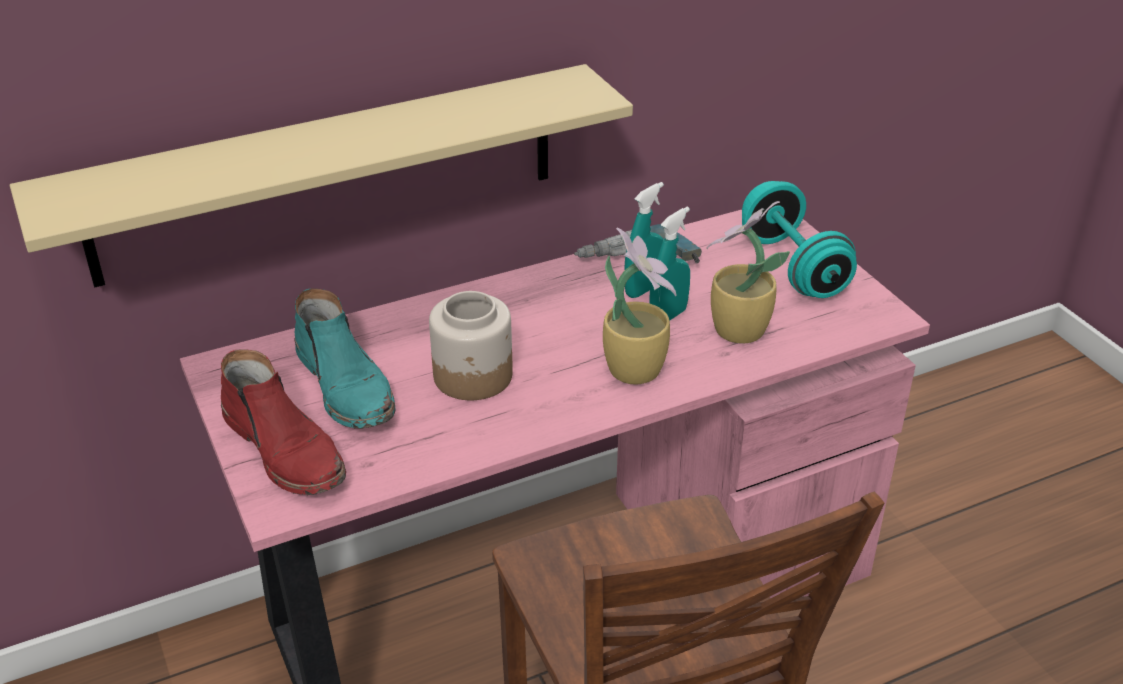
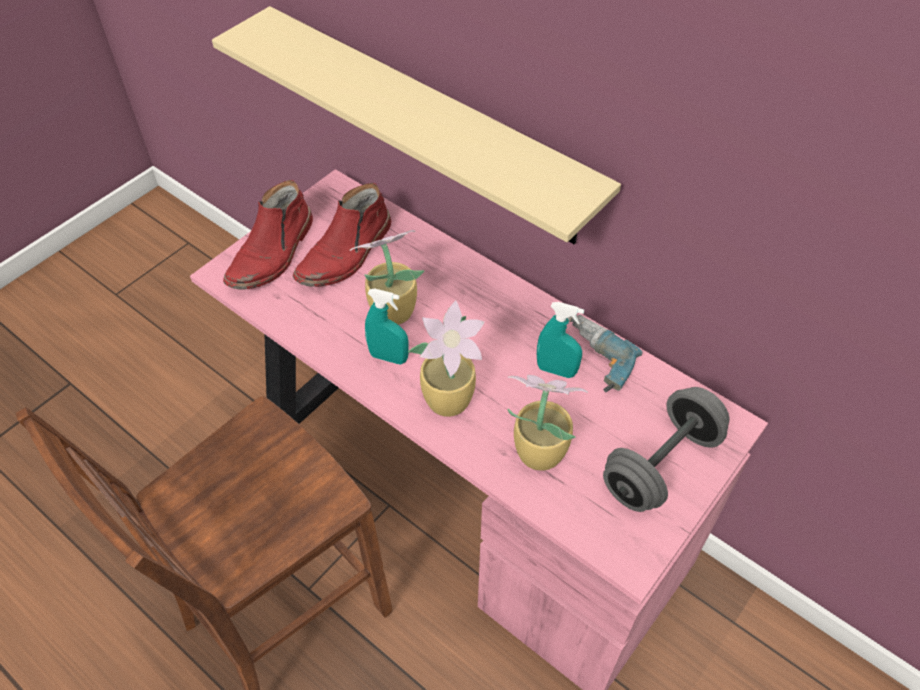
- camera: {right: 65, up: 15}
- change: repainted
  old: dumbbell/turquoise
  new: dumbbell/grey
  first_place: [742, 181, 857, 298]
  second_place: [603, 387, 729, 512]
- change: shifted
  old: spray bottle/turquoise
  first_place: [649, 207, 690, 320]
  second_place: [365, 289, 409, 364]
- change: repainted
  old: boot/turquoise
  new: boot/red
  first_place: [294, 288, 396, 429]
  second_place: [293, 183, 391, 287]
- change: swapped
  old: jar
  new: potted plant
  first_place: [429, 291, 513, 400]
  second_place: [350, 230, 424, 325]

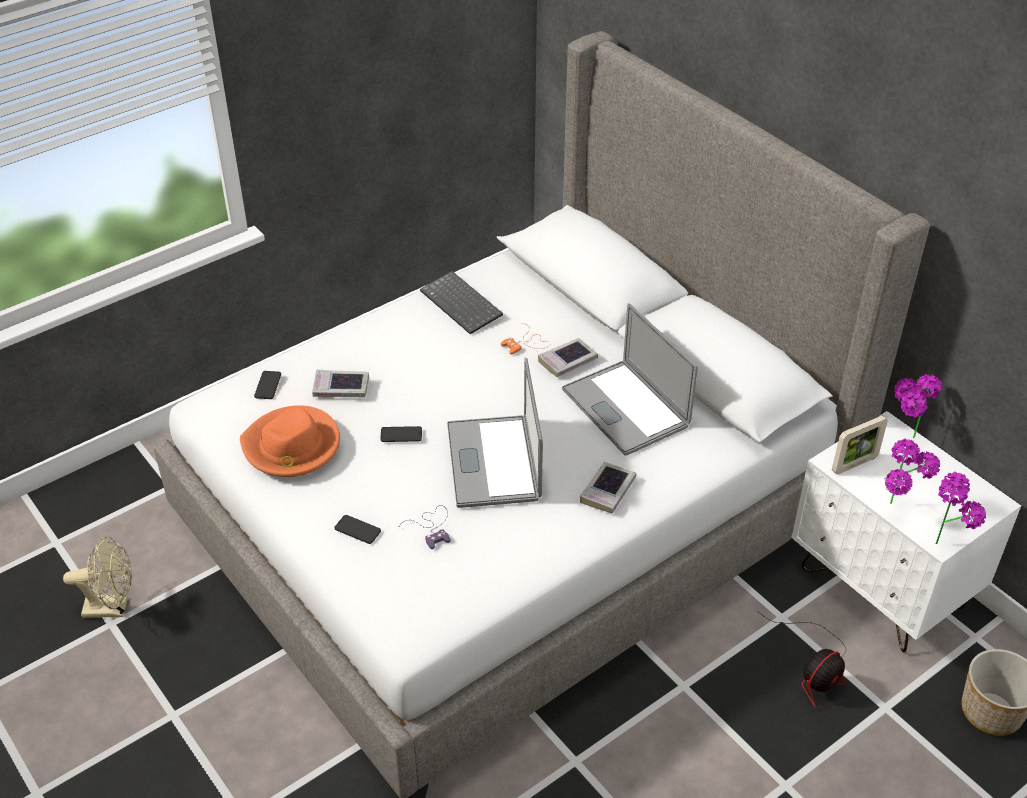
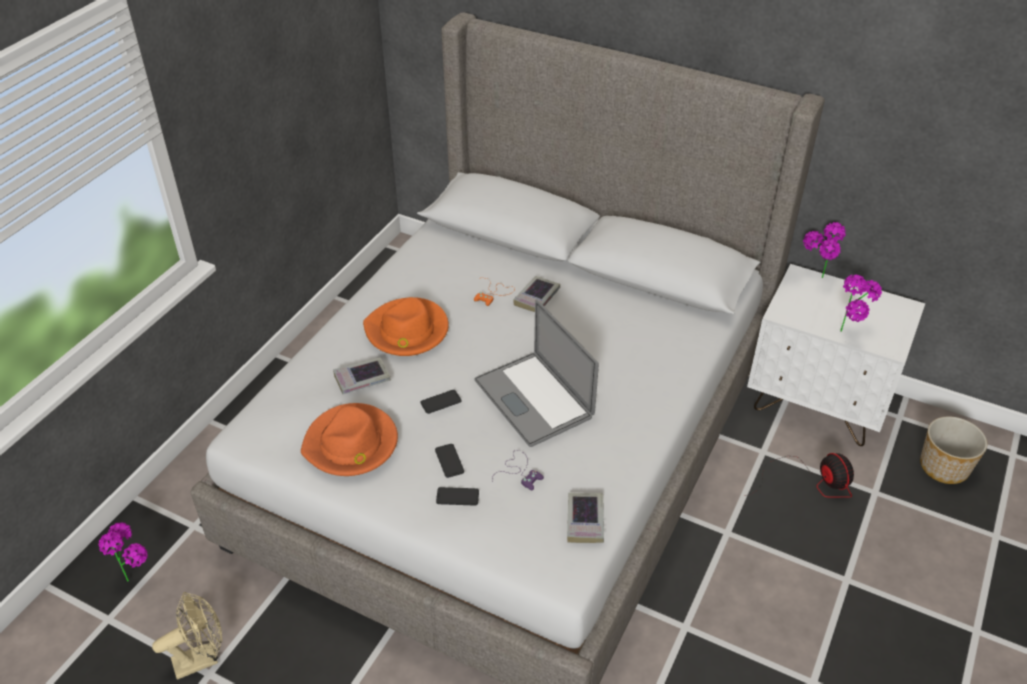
- camera: {right: -25, up: 0}
- change: gone
  old: keyboard
  first_place: [420, 271, 503, 334]
- change: gone
  old: laptop
  first_place: [562, 303, 698, 456]
- change: shifted
  old: phone
  first_place: [254, 371, 281, 399]
  second_place: [435, 444, 464, 478]
- change: gone
  old: picture frame
  first_place: [832, 416, 888, 475]
- change: shifted
  old: book
  first_place: [580, 462, 636, 513]
  second_place: [567, 493, 604, 543]
- change: shifted
  old: potted plant
  first_place: [936, 472, 986, 544]
  second_place: [98, 522, 148, 582]
- change: rotated
  old: fan
  first_place: [759, 612, 846, 709]
  second_place: [745, 453, 854, 497]
  degrees: -45
- change: new
  new: hat/orange
  second_place: [363, 297, 449, 356]

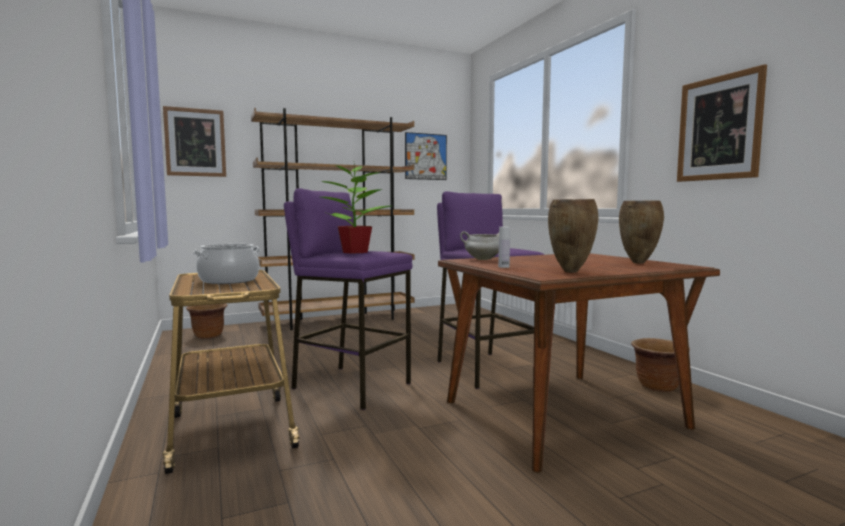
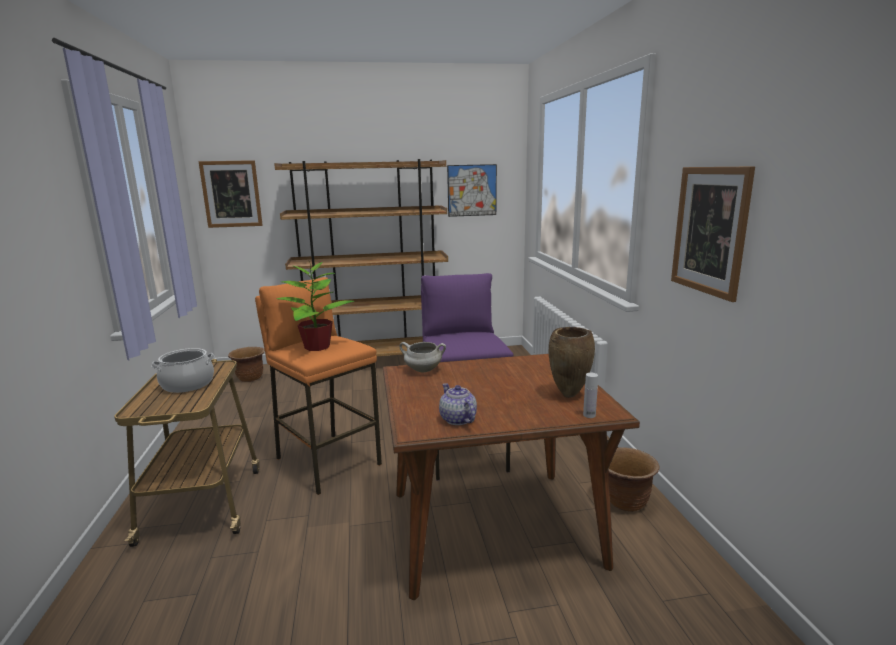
- camera: {right: 15, up: 10}
- change: repainted
  old: stool/purple
  new: stool/orange
  first_place: [284, 188, 413, 410]
  second_place: [255, 277, 382, 495]
- change: swapped
  old: vase/brown
  new: teapot
  first_place: [548, 199, 599, 273]
  second_place: [439, 383, 477, 425]
- change: shifted
  old: bottle/white
  first_place: [498, 227, 510, 268]
  second_place: [583, 373, 598, 418]

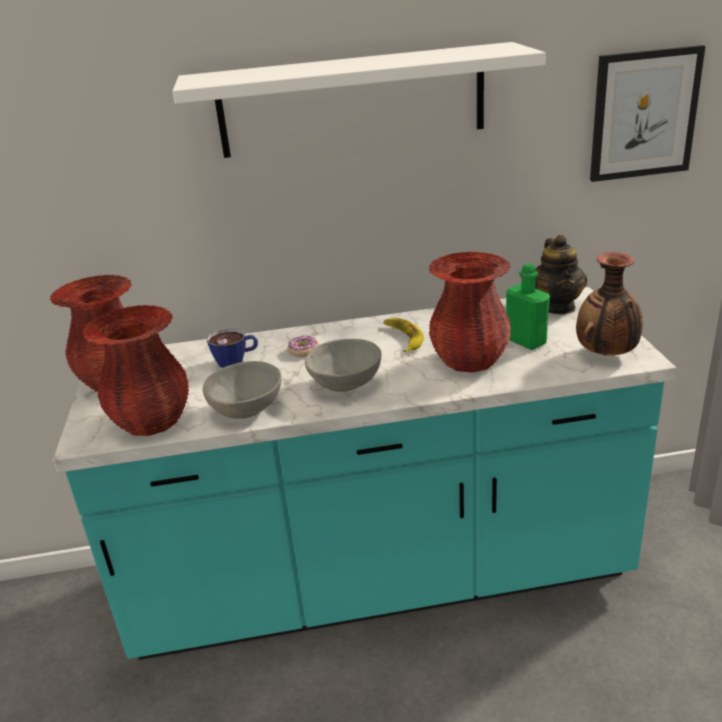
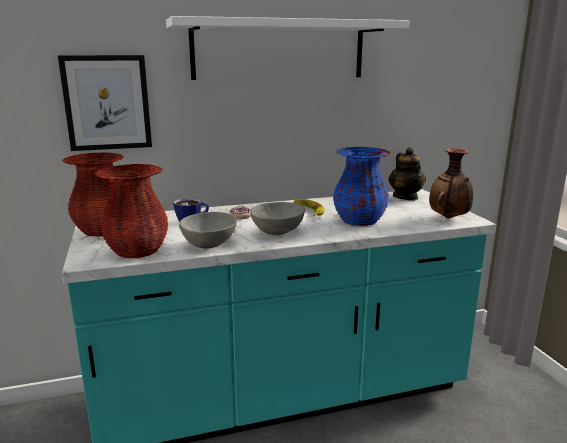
- camera: {right: -10, up: -10}
- change: shifted
  old: picture
  first_place: [590, 45, 705, 182]
  second_place: [58, 55, 152, 151]
- change: repainted
  old: vase/red
  new: vase/blue
  first_place: [429, 252, 511, 373]
  second_place: [333, 147, 391, 226]
- change: gone
  old: bottle/green
  first_place: [506, 263, 550, 350]

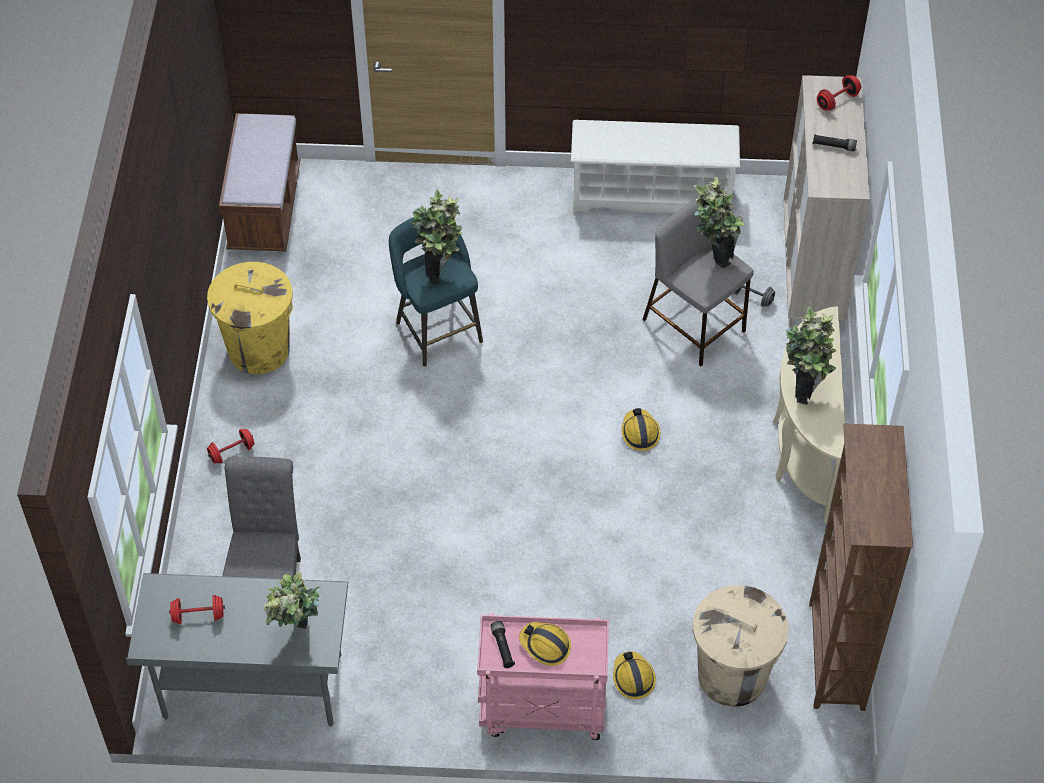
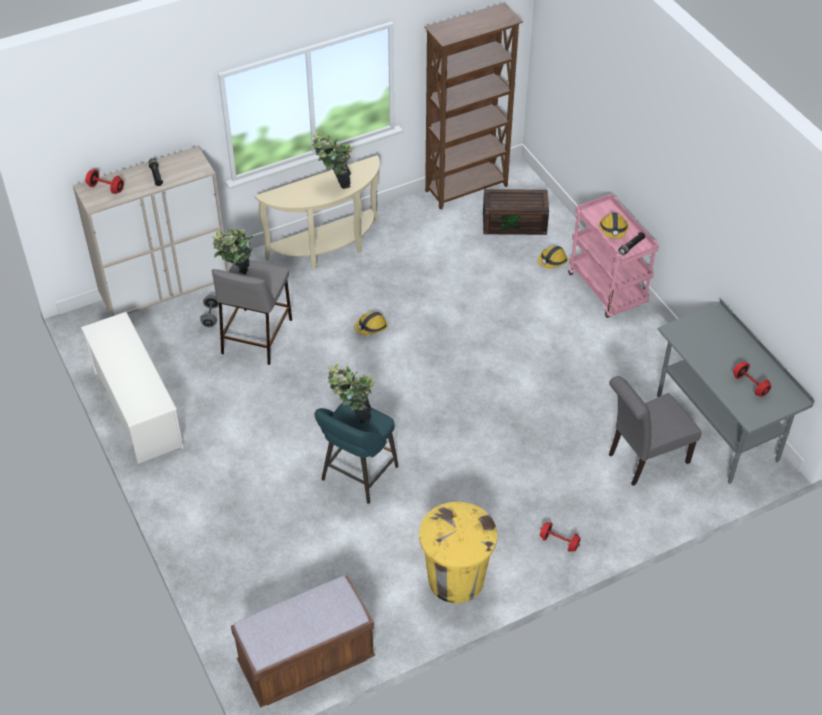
- camera: {right: -120, up: -5}
- change: gone
  old: potted plant
  first_place: [264, 572, 319, 629]
- change: swapped
  old: trash can/beige
  new: storage box/brown
  first_place: [693, 585, 789, 707]
  second_place: [483, 189, 549, 235]

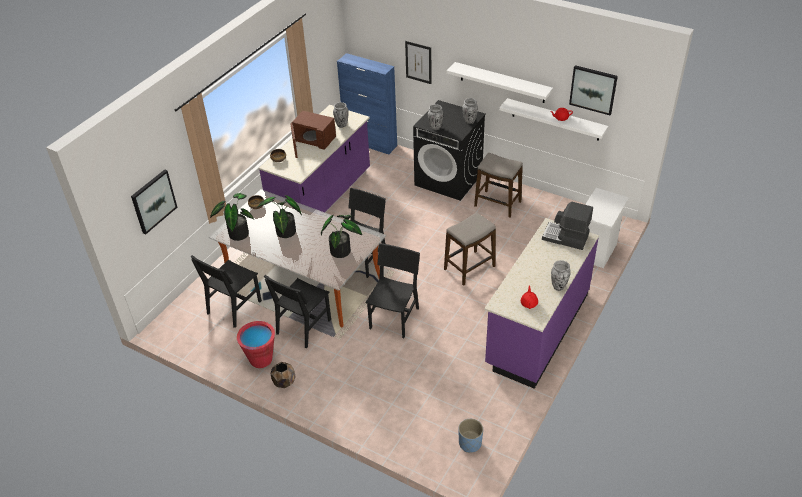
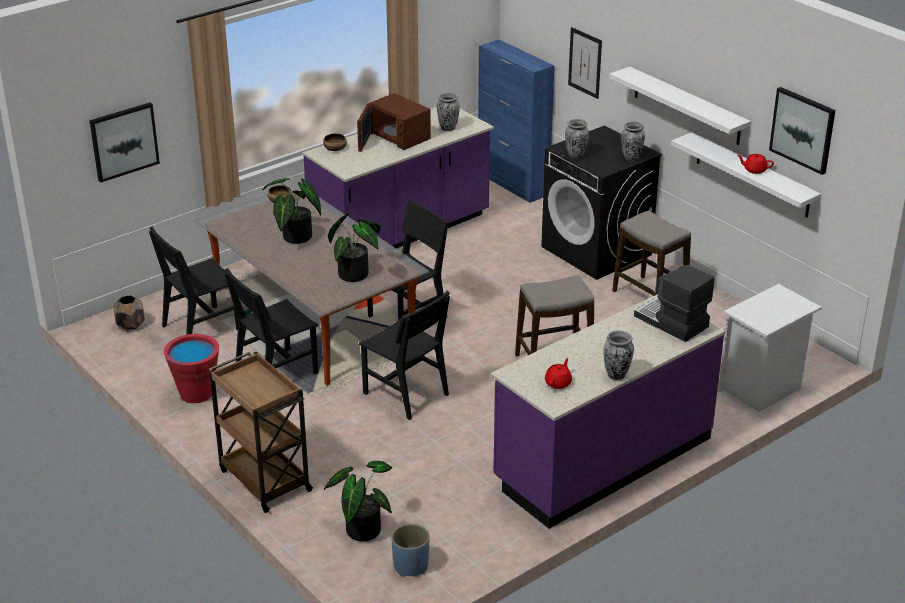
- camera: {right: 20, up: -10}
- change: shifted
  old: potted plant
  first_place: [210, 193, 254, 241]
  second_place: [324, 461, 392, 541]
- change: rotated
  old: chair/black
  first_place: [366, 243, 420, 338]
  second_place: [359, 291, 450, 420]
  degrees: 90
- change: shifted
  old: planter/brown
  first_place: [270, 362, 296, 388]
  second_place: [113, 295, 145, 330]
- change: new
  new: cart/brown
  second_place: [209, 352, 313, 513]

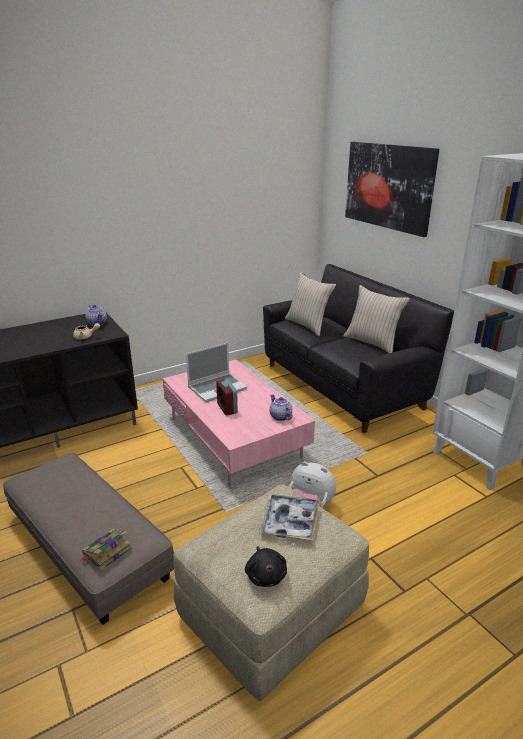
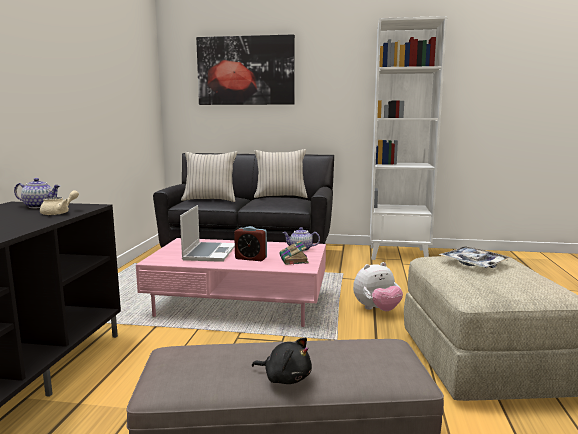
- camera: {right: -50, up: -15}
- change: shifted
  old: book
  first_place: [79, 529, 132, 571]
  second_place: [279, 240, 309, 265]
- change: shifted
  old: plush toy/black
  first_place: [245, 546, 287, 587]
  second_place: [252, 338, 312, 384]

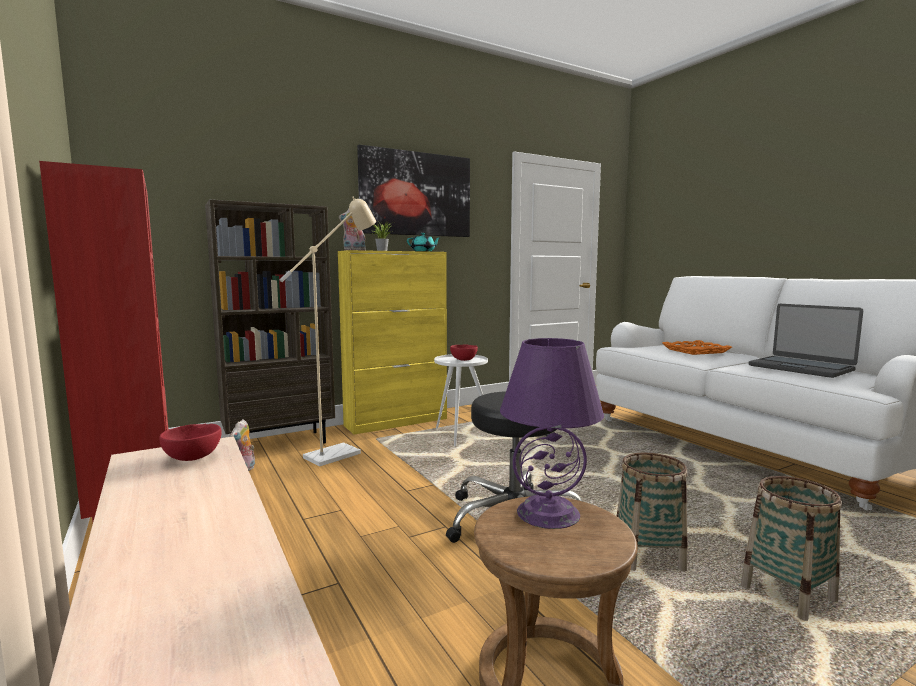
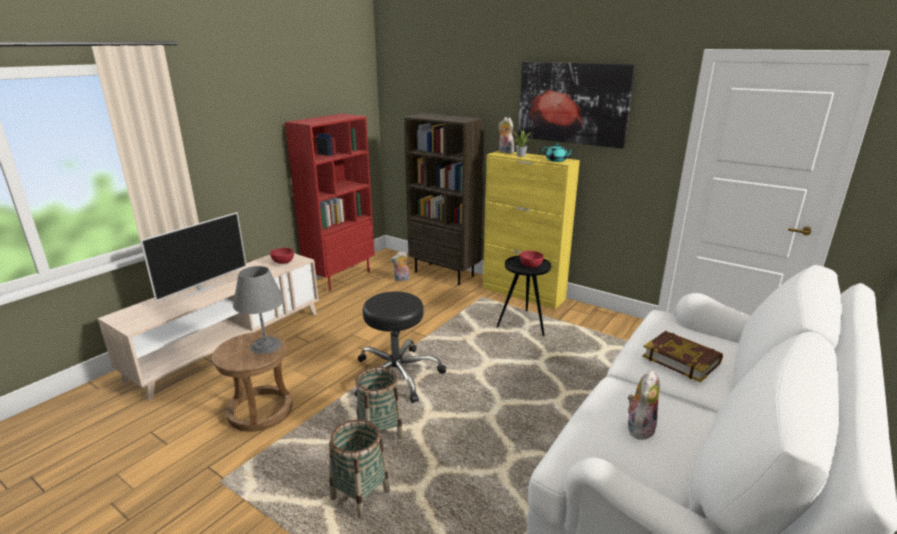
- camera: {right: 65, up: 15}
- change: gone
  old: floor lamp/beige
  first_place: [280, 197, 376, 467]
- change: swapped
  old: laptop
  new: plush toy
  first_place: [749, 304, 863, 378]
  second_place: [628, 370, 659, 440]
- change: repainted
  old: table lamp/purple
  new: table lamp/grey
  first_place: [500, 338, 604, 529]
  second_place: [233, 266, 284, 354]
- change: swapped
  old: tray/orange
  new: book
  first_place: [662, 340, 732, 355]
  second_place: [642, 331, 723, 383]
- change: repainted
  old: side table/white
  new: side table/black
  first_place: [434, 354, 488, 446]
  second_place: [497, 255, 551, 337]
- change: new
  new: television
  second_place: [140, 212, 247, 301]

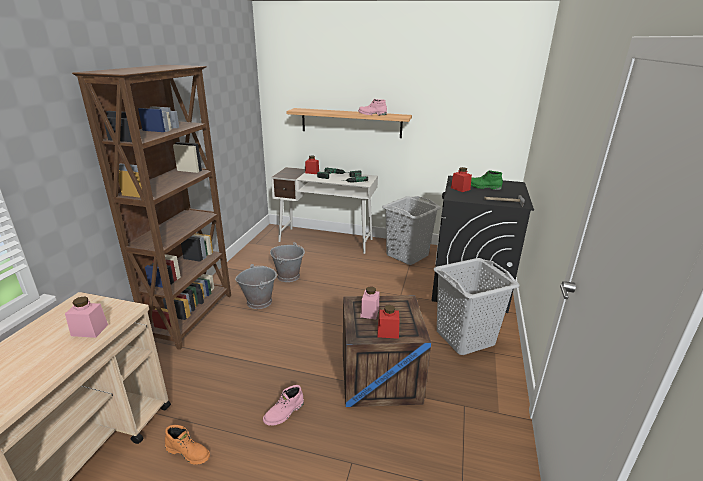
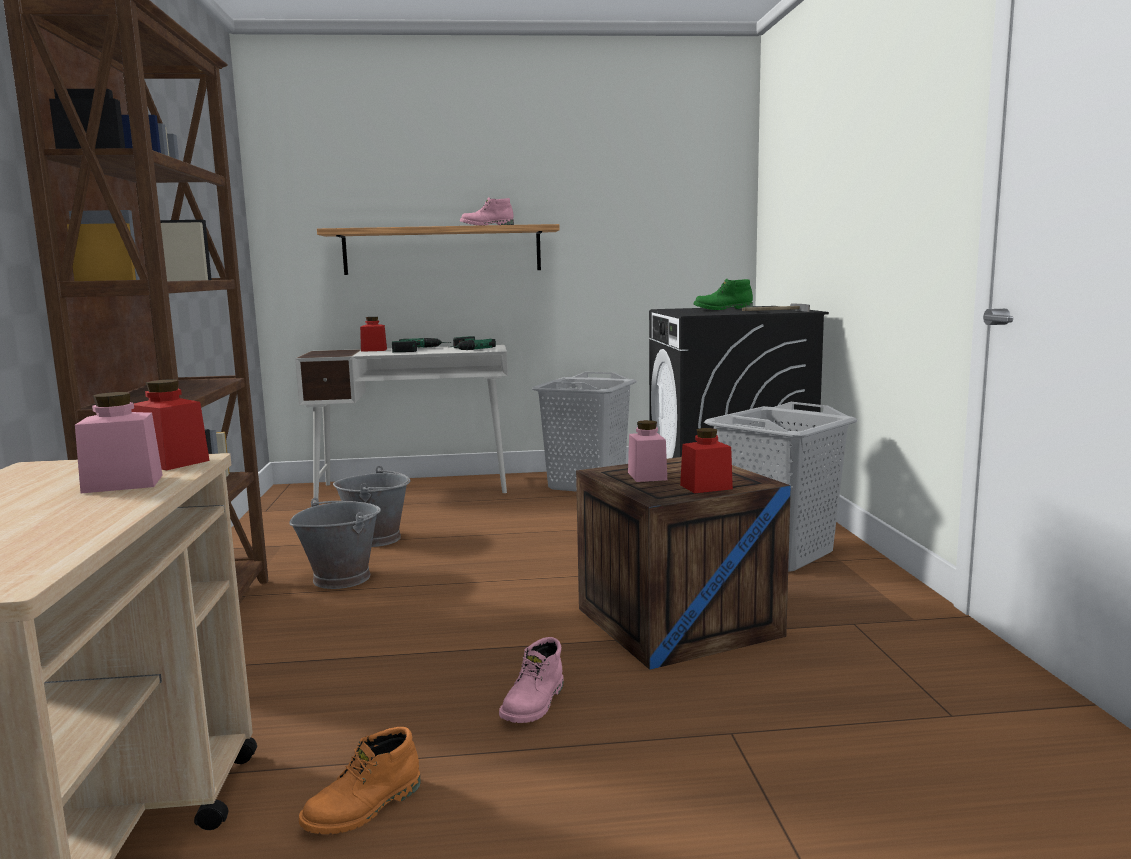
- camera: {right: -20, up: -15}
- change: shifted
  old: jar/red
  first_place: [451, 167, 472, 192]
  second_place: [131, 380, 210, 470]
- change: rotated
  old: boot/orange
  first_place: [165, 425, 210, 465]
  second_place: [299, 727, 420, 834]
  degrees: 135

